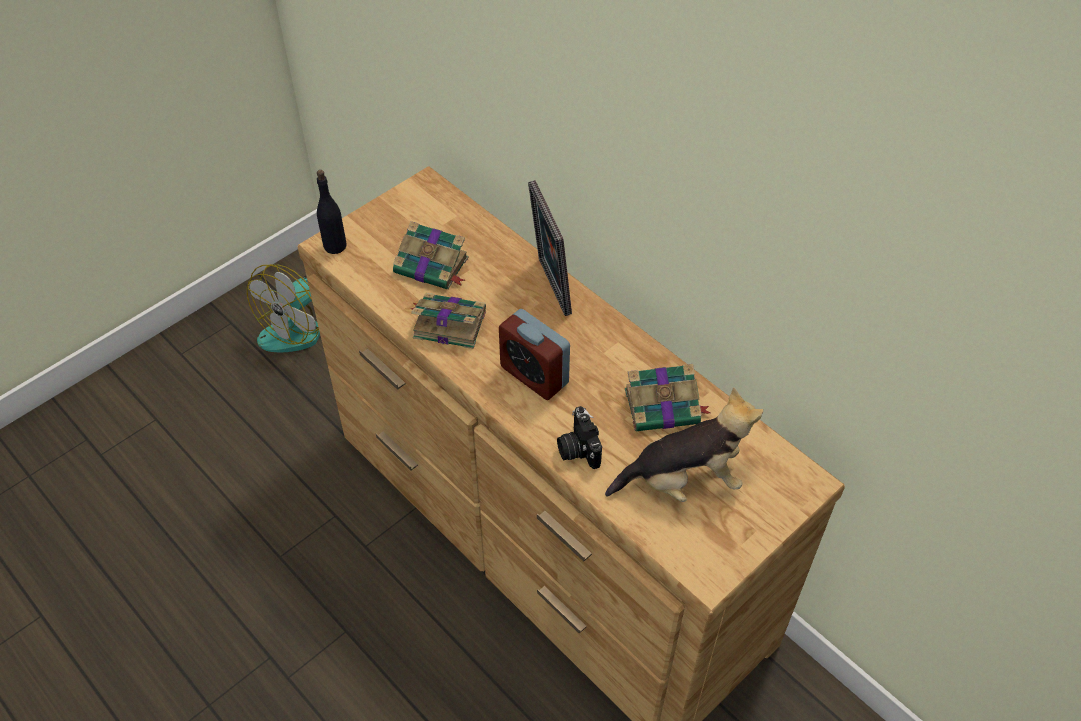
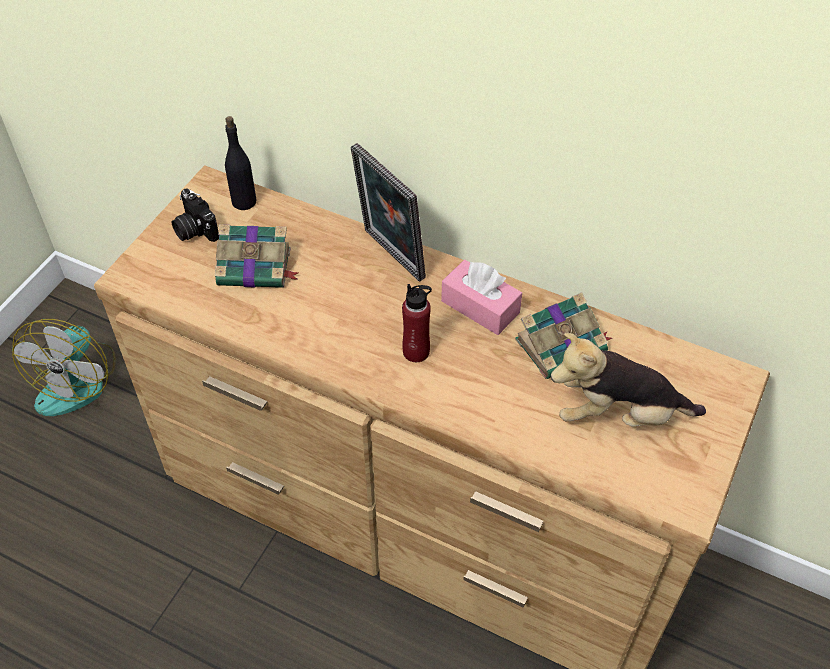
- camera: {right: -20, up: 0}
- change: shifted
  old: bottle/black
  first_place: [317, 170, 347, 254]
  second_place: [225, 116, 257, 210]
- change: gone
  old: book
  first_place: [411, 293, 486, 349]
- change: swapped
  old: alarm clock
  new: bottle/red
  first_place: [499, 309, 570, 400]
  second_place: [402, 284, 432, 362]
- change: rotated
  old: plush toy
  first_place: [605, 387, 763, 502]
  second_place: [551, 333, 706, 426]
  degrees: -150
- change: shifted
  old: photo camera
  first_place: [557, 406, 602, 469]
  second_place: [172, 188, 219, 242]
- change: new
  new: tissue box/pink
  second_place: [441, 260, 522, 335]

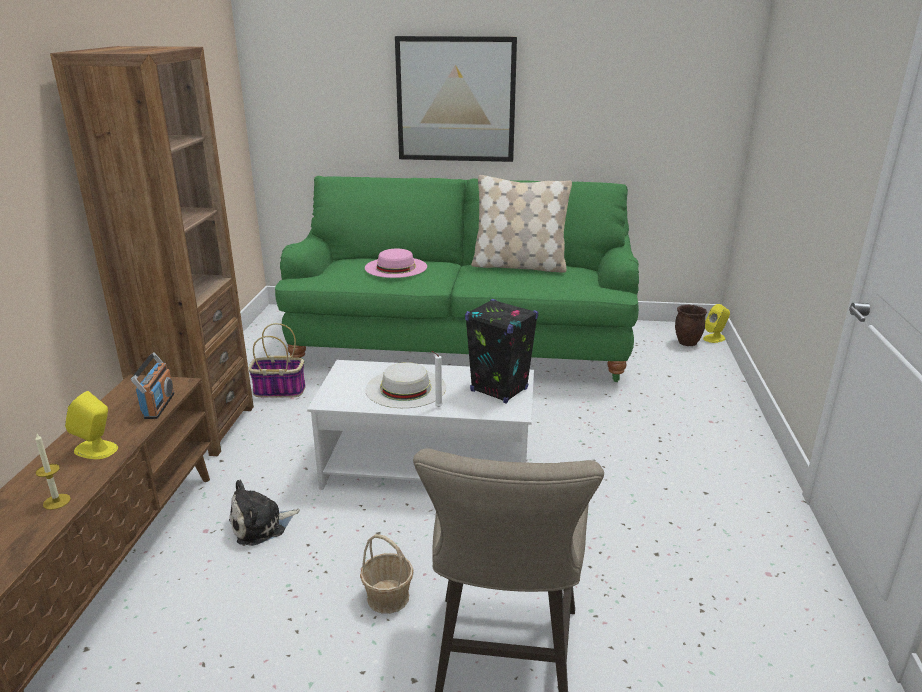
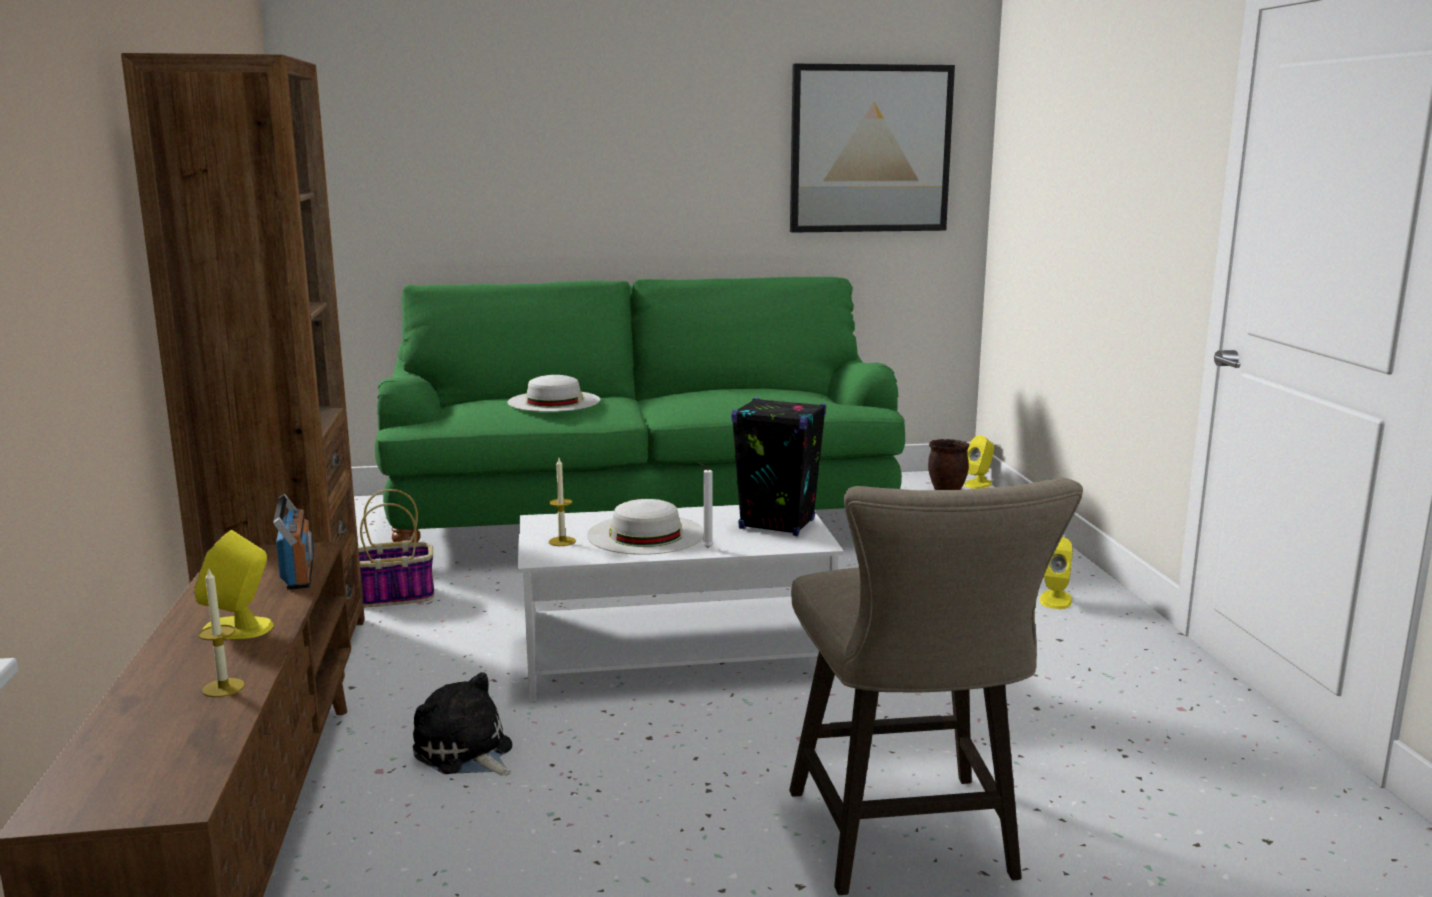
- camera: {right: -15, up: -10}
- change: shifted
  old: picture
  first_place: [395, 36, 517, 162]
  second_place: [790, 64, 955, 233]
- change: gone
  old: pillow/beige
  first_place: [471, 175, 572, 273]
- change: repainted
  old: hat/pink
  new: hat/white
  first_place: [365, 249, 427, 278]
  second_place: [507, 375, 600, 412]
- change: rotated
  old: plush toy
  first_place: [229, 480, 300, 546]
  second_place: [413, 672, 512, 775]
  degrees: 90
- change: gone
  old: basket
  first_place: [360, 534, 414, 614]
- change: new
  new: candle
  second_place: [549, 458, 576, 546]
- change: new
  new: speaker/yellow
  second_place: [1040, 537, 1073, 609]

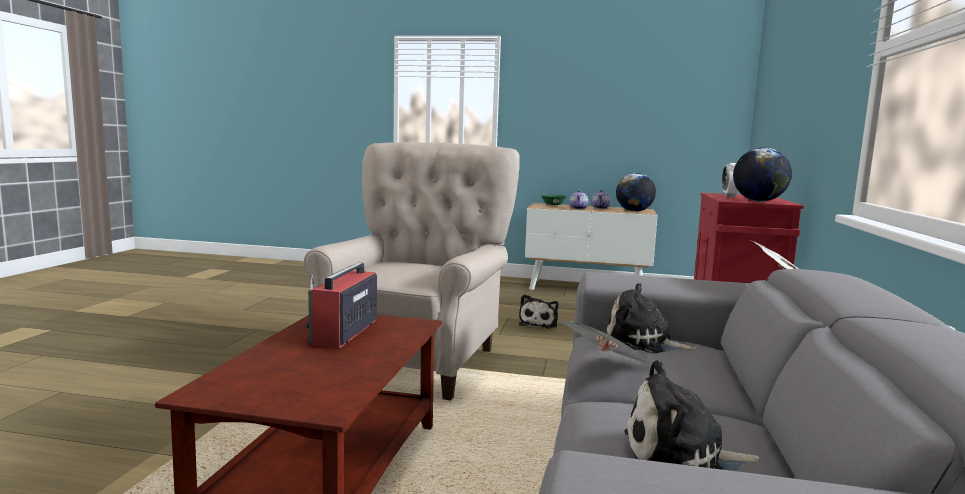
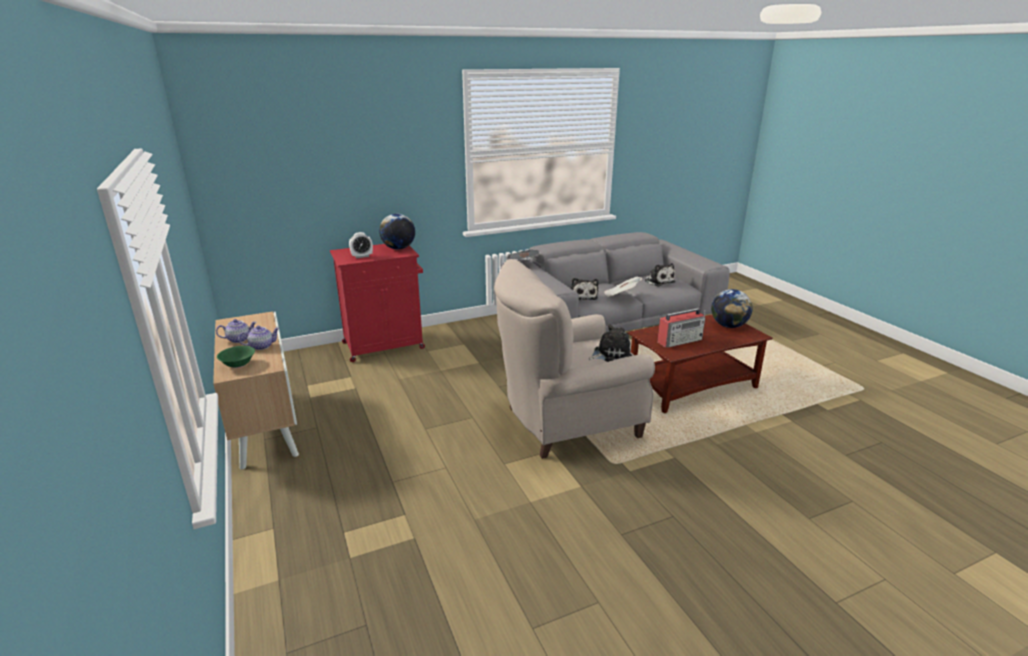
- camera: {right: -125, up: 15}
- change: shifted
  old: globe
  first_place: [616, 173, 656, 212]
  second_place: [711, 289, 753, 328]
- change: shifted
  old: plush toy
  first_place: [519, 294, 558, 328]
  second_place: [588, 324, 633, 362]

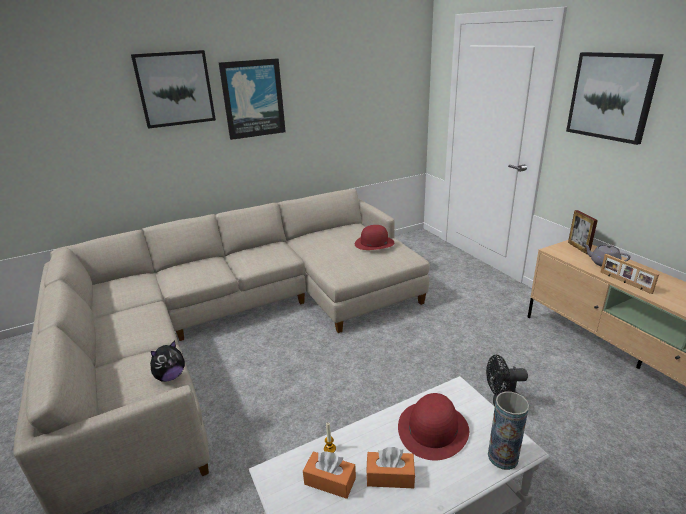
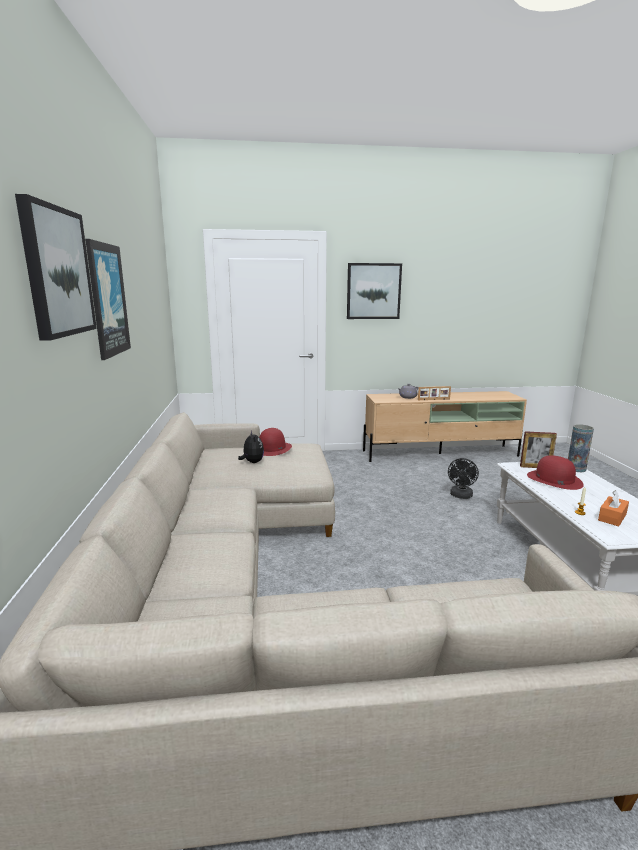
- camera: {right: -70, up: -10}
- change: shifted
  old: picture frame
  first_place: [568, 210, 598, 254]
  second_place: [520, 431, 557, 468]
- change: shifted
  old: plush toy
  first_place: [150, 340, 185, 382]
  second_place: [238, 431, 264, 463]
- change: gone
  old: tissue box/orange
  first_place: [366, 447, 415, 488]

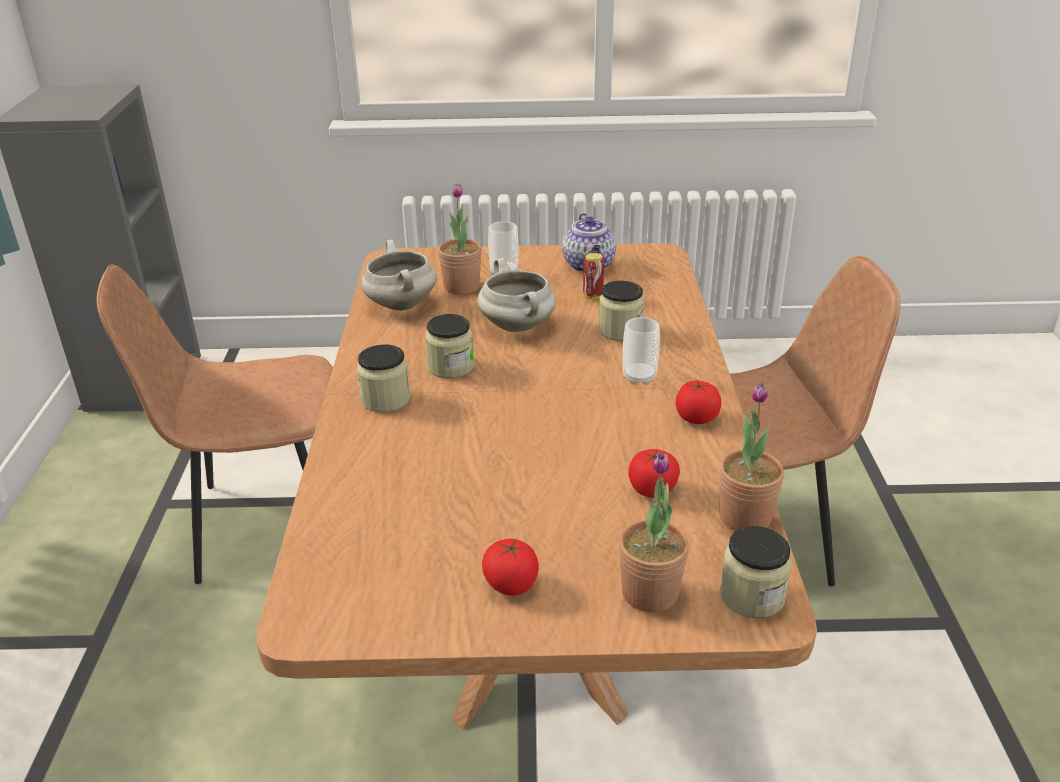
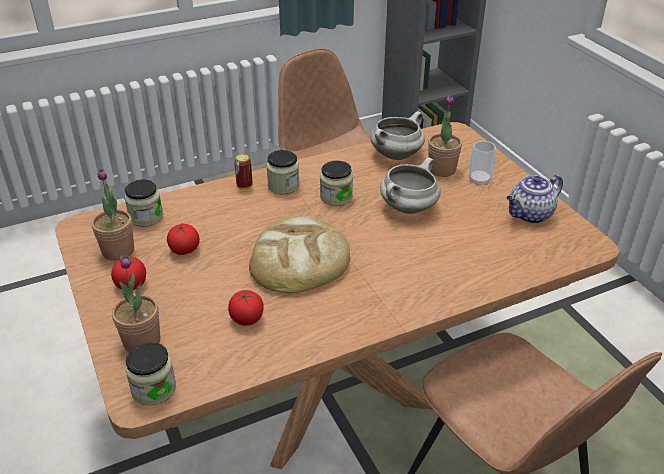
- camera: {right: 65, up: 5}
- change: shifted
  old: can
  first_place: [583, 253, 604, 299]
  second_place: [234, 154, 253, 190]
- change: shifted
  old: jar
  first_place: [599, 281, 644, 341]
  second_place: [124, 180, 163, 227]
- change: gone
  old: cup
  first_place: [623, 317, 660, 385]
- change: shifted
  old: tomato
  first_place: [676, 380, 721, 424]
  second_place: [167, 224, 200, 255]
- change: shifted
  old: potted plant
  first_place: [719, 383, 784, 531]
  second_place: [91, 169, 134, 261]
- change: new
  new: bread
  second_place: [249, 216, 350, 293]

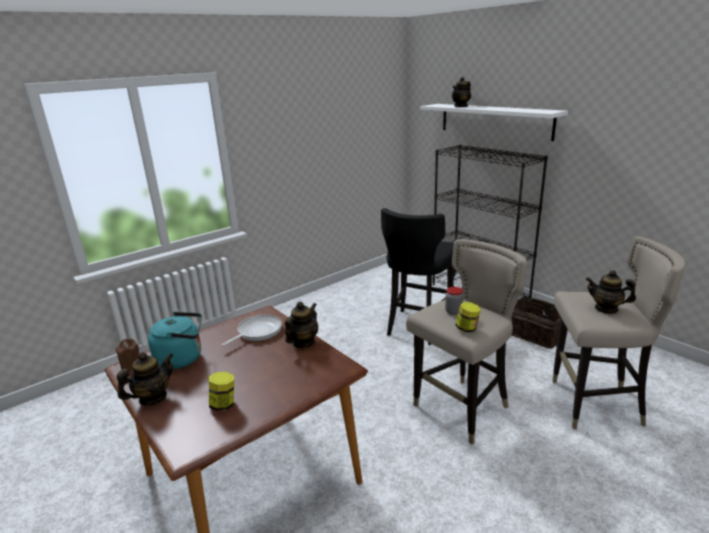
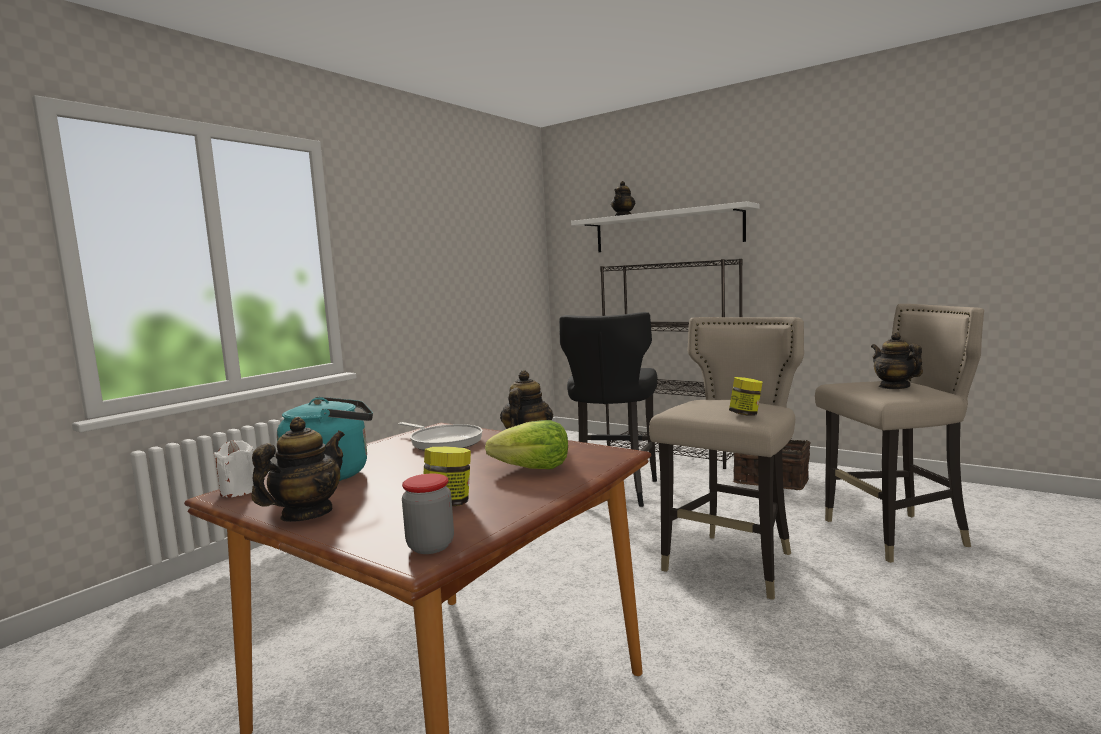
- camera: {right: -15, up: -15}
- change: rotated
  old: teapot
  first_place: [586, 270, 636, 314]
  second_place: [871, 333, 923, 389]
  degrees: 60
- change: shifted
  old: jar
  first_place: [445, 287, 463, 315]
  second_place: [402, 474, 454, 554]
- change: rotated
  old: frying pan
  first_place: [222, 315, 282, 346]
  second_place: [398, 422, 483, 450]
  degrees: 105
- change: repainted
  old: candle/brown
  new: candle/white
  first_place: [115, 339, 139, 371]
  second_place: [214, 440, 254, 497]
- change: new
  new: lettuce
  second_place: [485, 420, 568, 469]

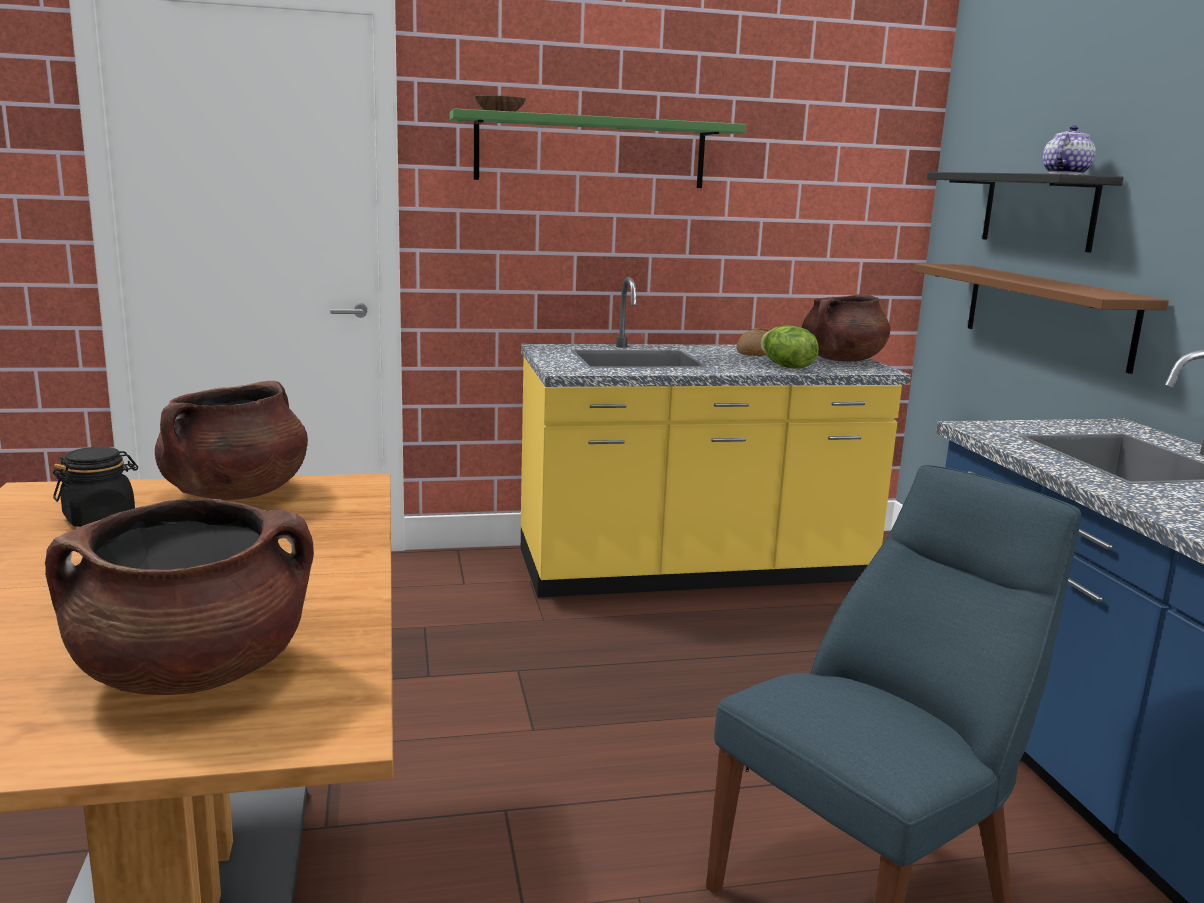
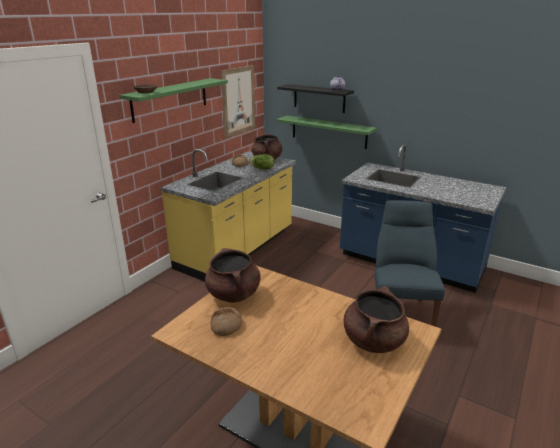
- camera: {right: -45, up: 10}
- change: repainted
  old: shelf/brown
  new: shelf/green
  first_place: [914, 263, 1169, 374]
  second_place: [276, 115, 377, 149]
- change: swapped
  old: jar/black
  new: bread
  first_place: [53, 447, 138, 527]
  second_place: [210, 307, 242, 336]
- change: new
  new: picture
  second_place: [221, 65, 255, 138]

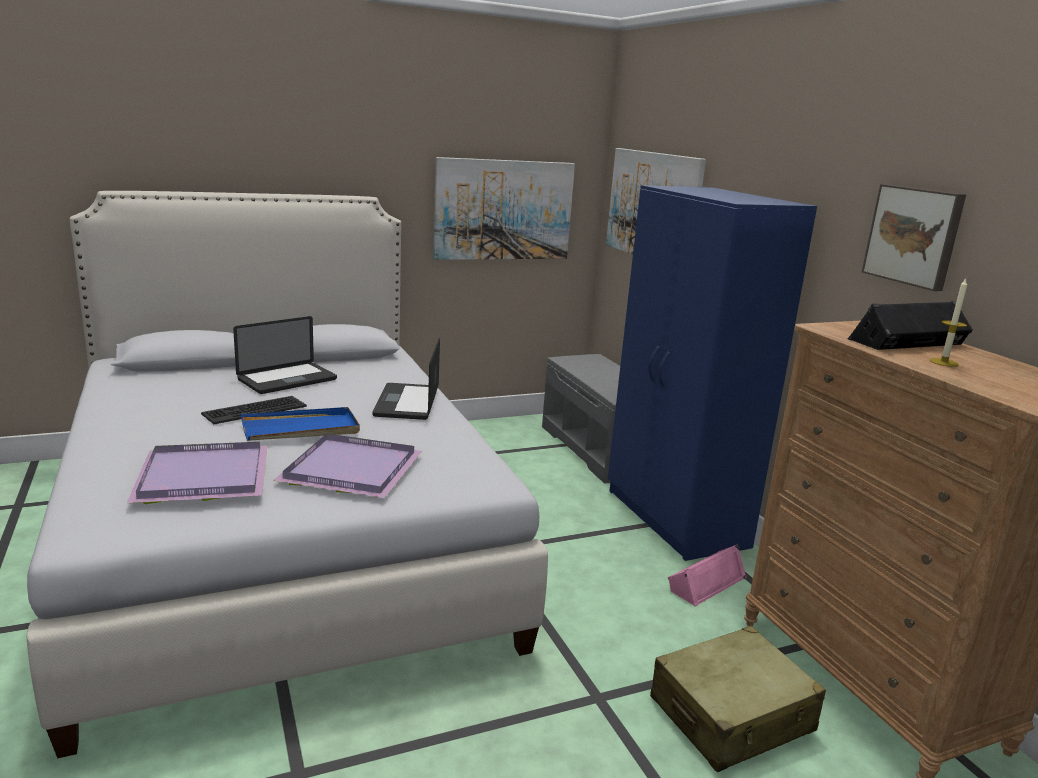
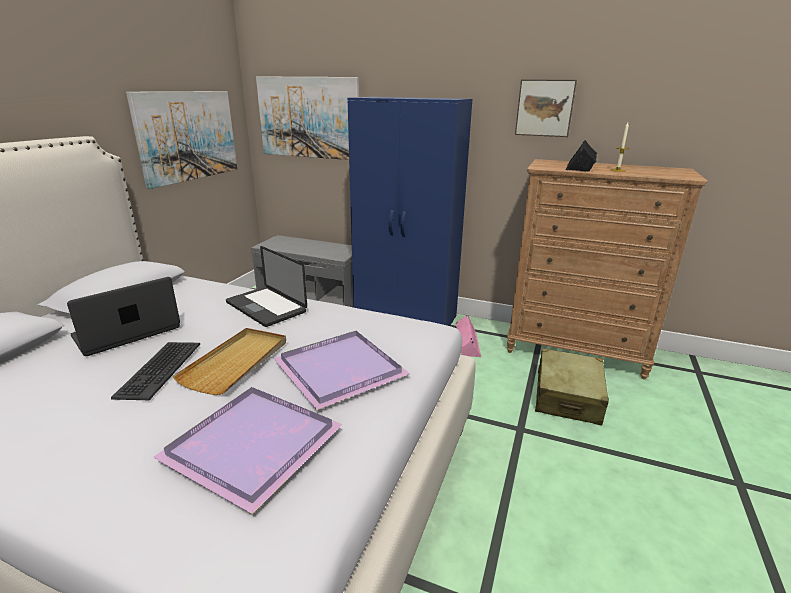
- camera: {right: -45, up: 5}
- change: rotated
  old: laptop
  first_place: [233, 316, 337, 394]
  second_place: [67, 277, 180, 356]
  degrees: -135
- change: repainted
  old: tray/blue
  new: tray/beige
  first_place: [241, 407, 360, 441]
  second_place: [173, 328, 286, 395]

